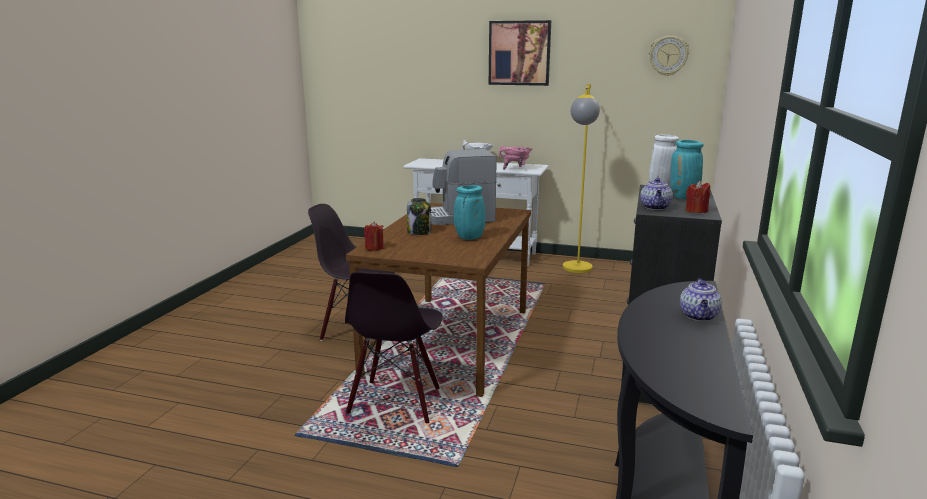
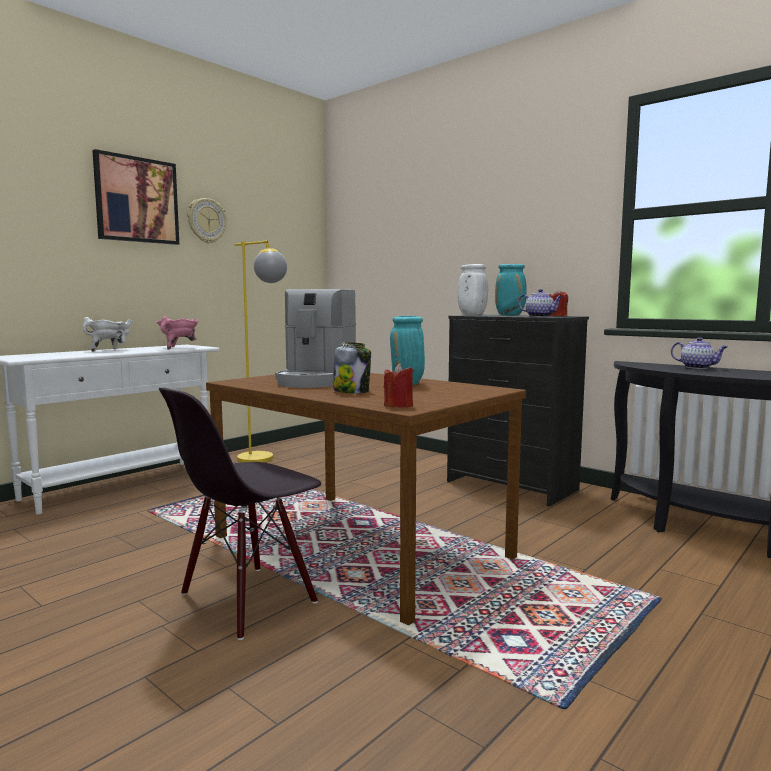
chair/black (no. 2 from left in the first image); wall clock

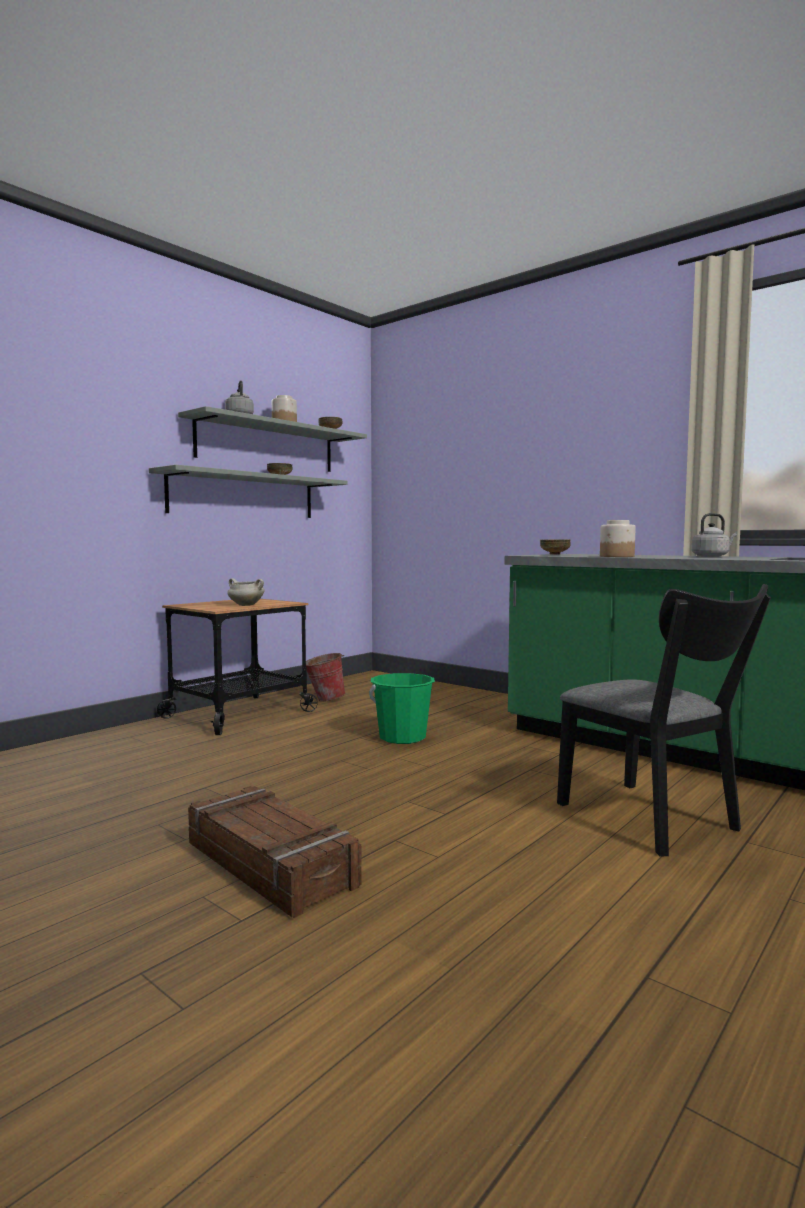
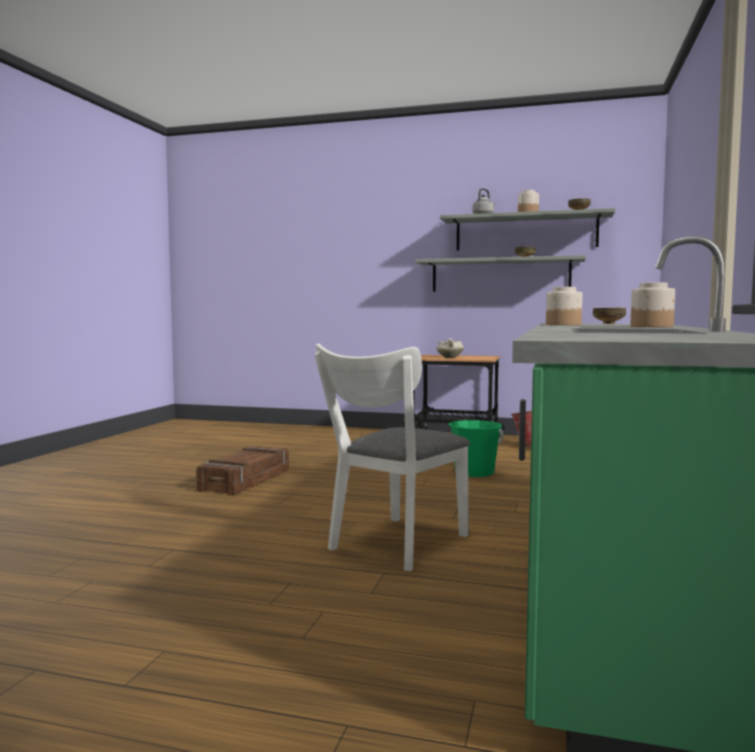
chair/white; jar (no. 3 from left)

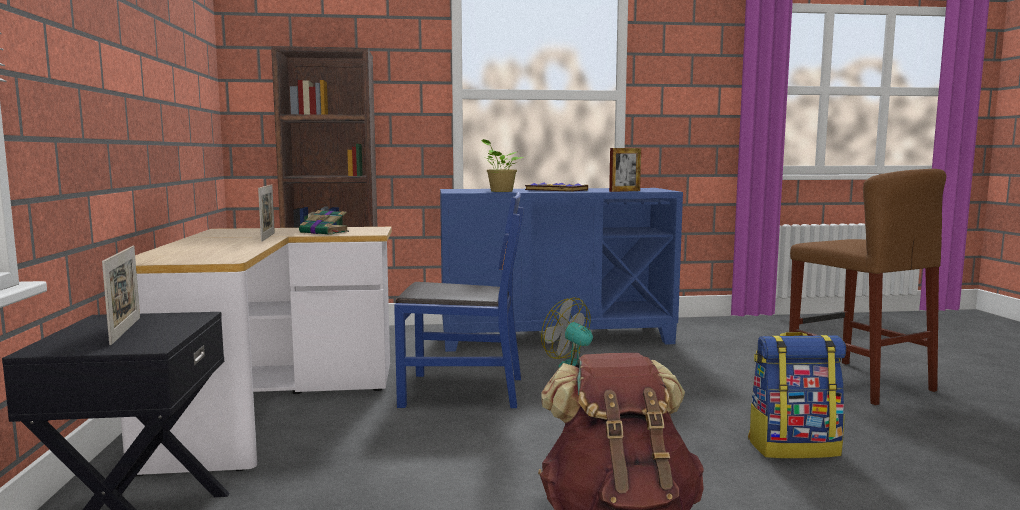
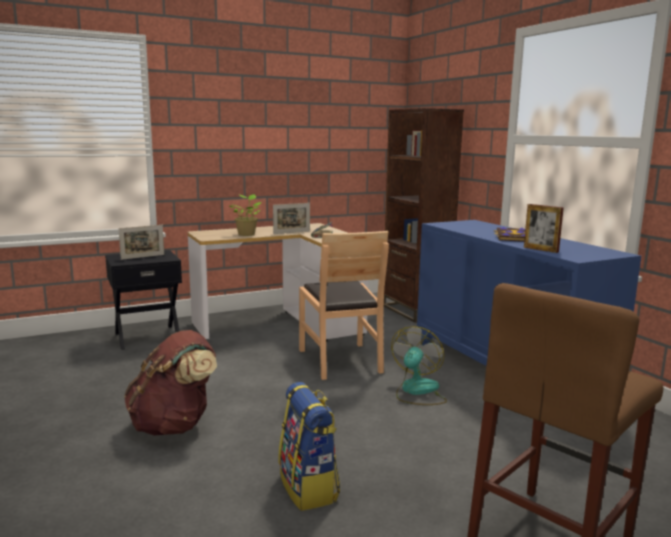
chair/brown; potted plant

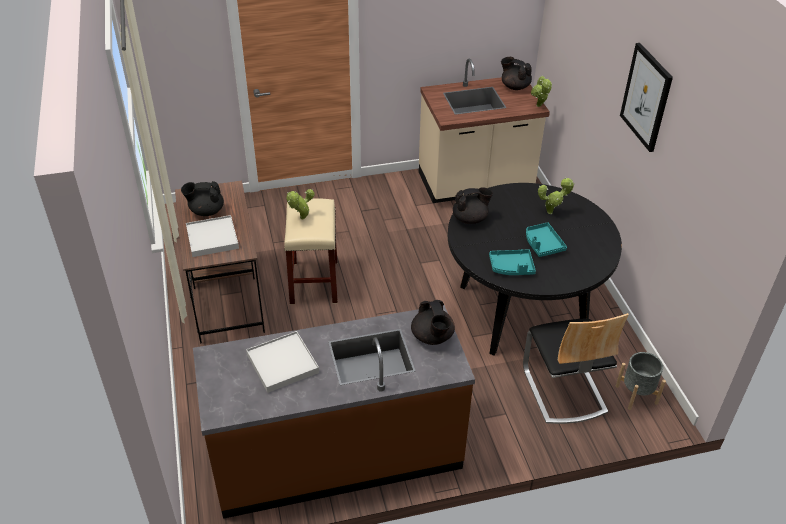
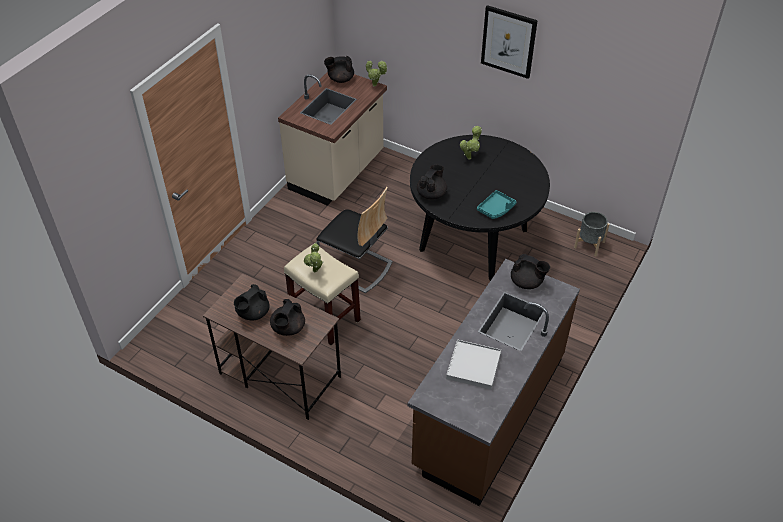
teapot/black (no. 2 from left); chair; tray/turquoise (no. 2 from left in the first image)

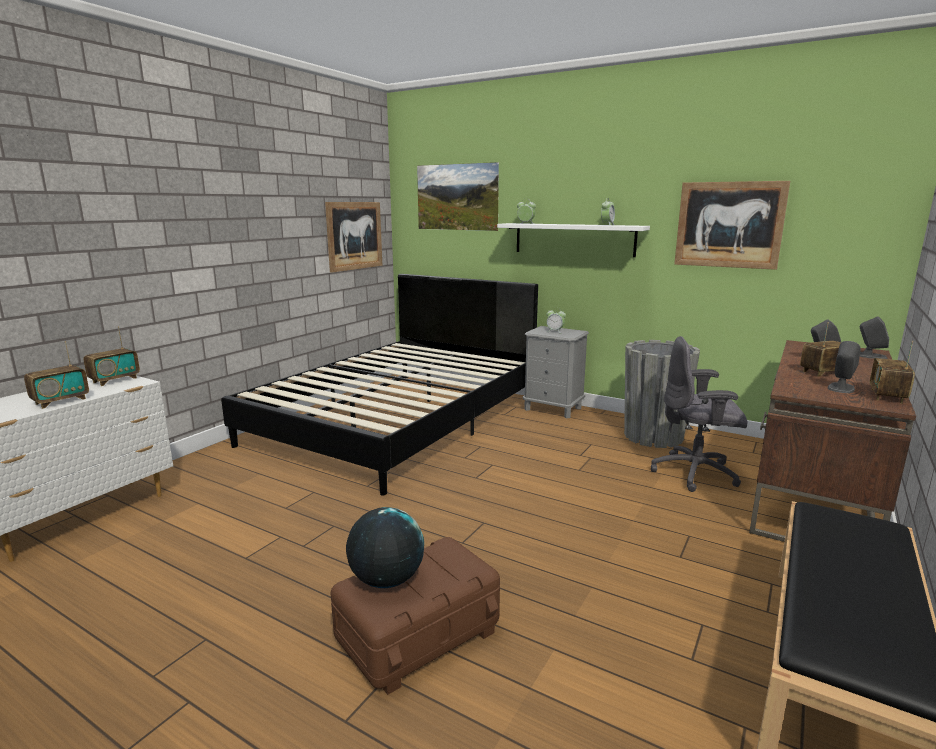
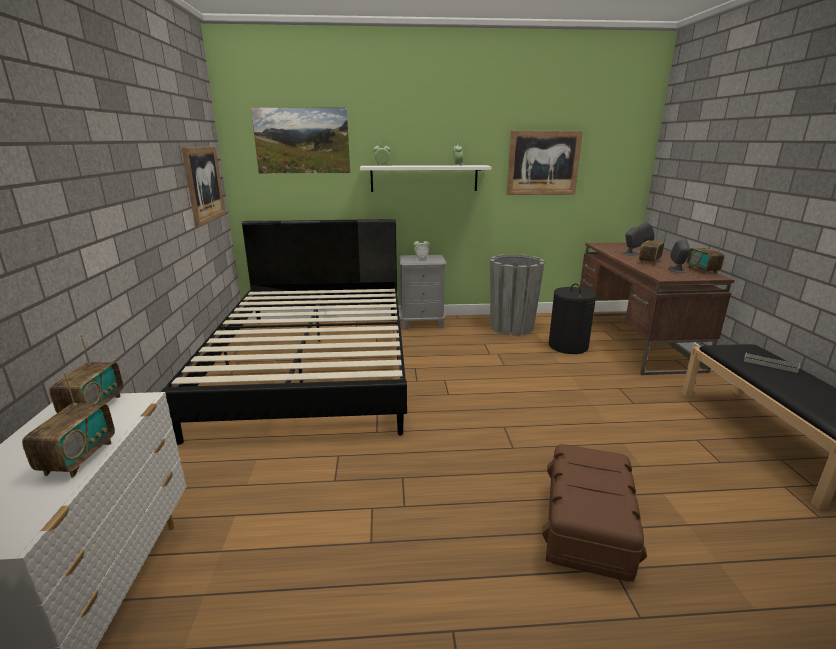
globe; laundry basket/black; tray/grey

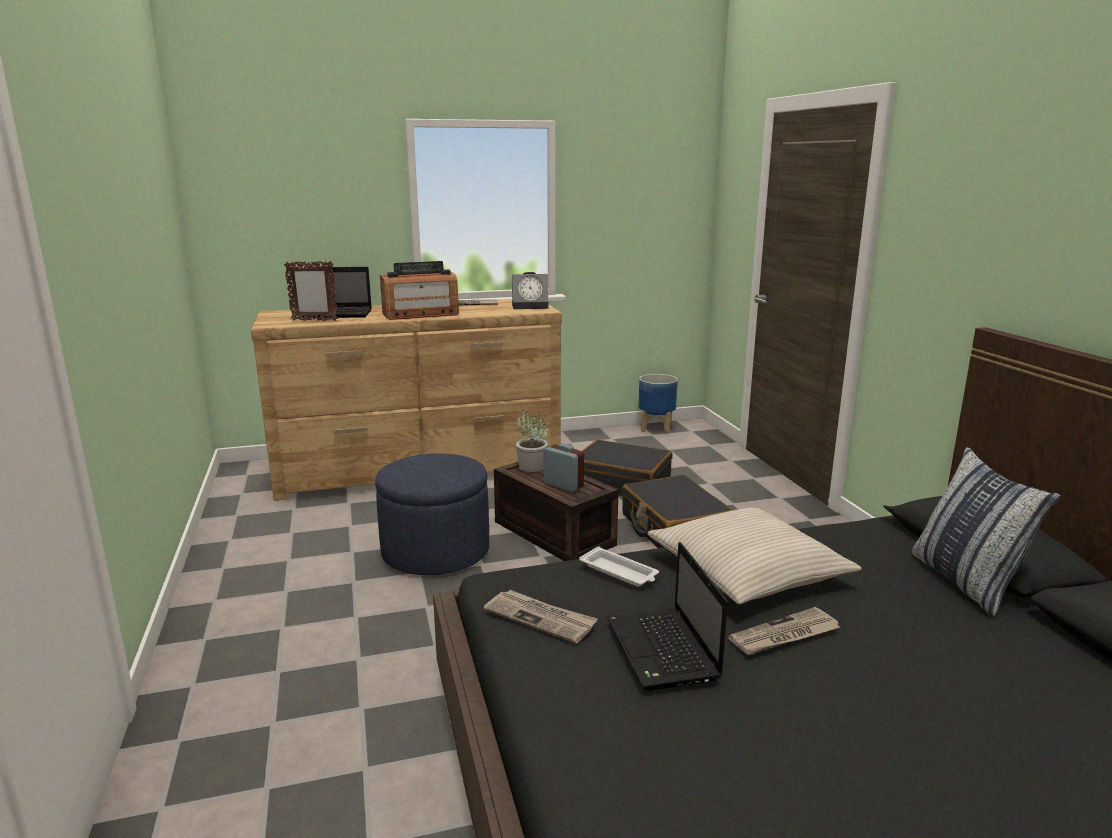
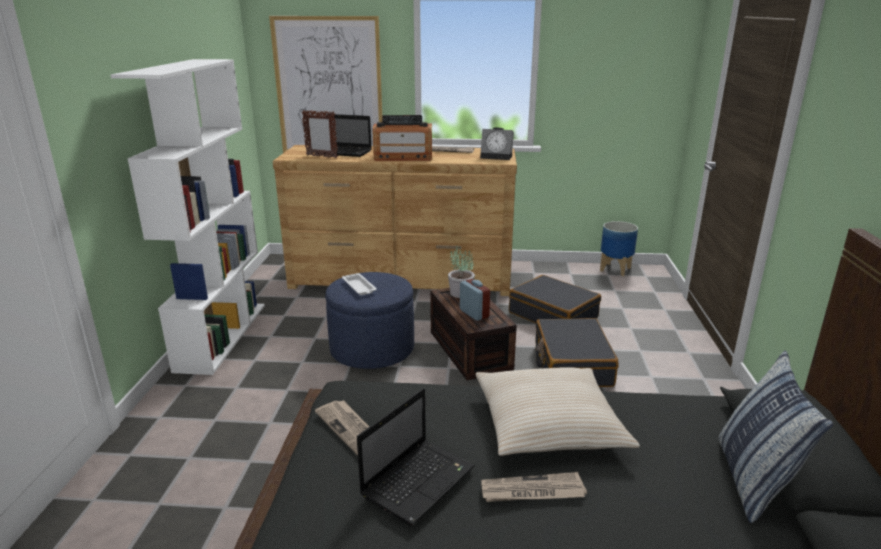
tray/white; laptop (no. 2 from left); bookcase/white; picture

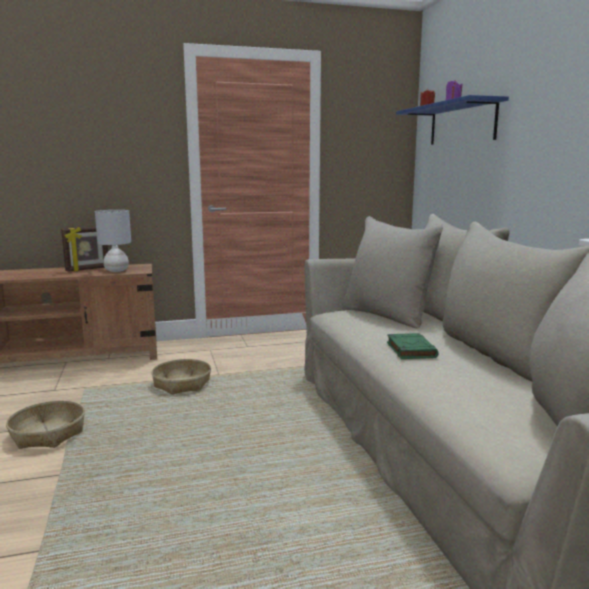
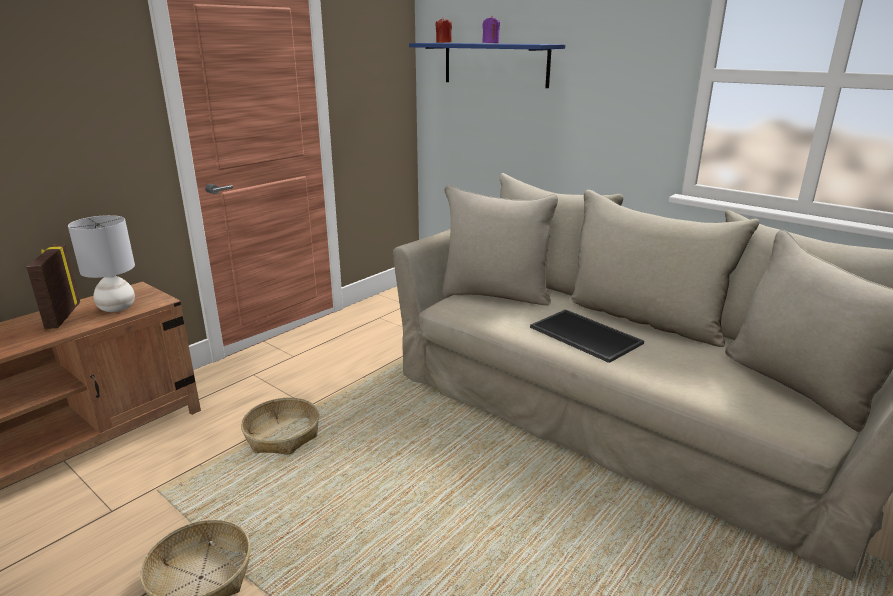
picture frame; tray

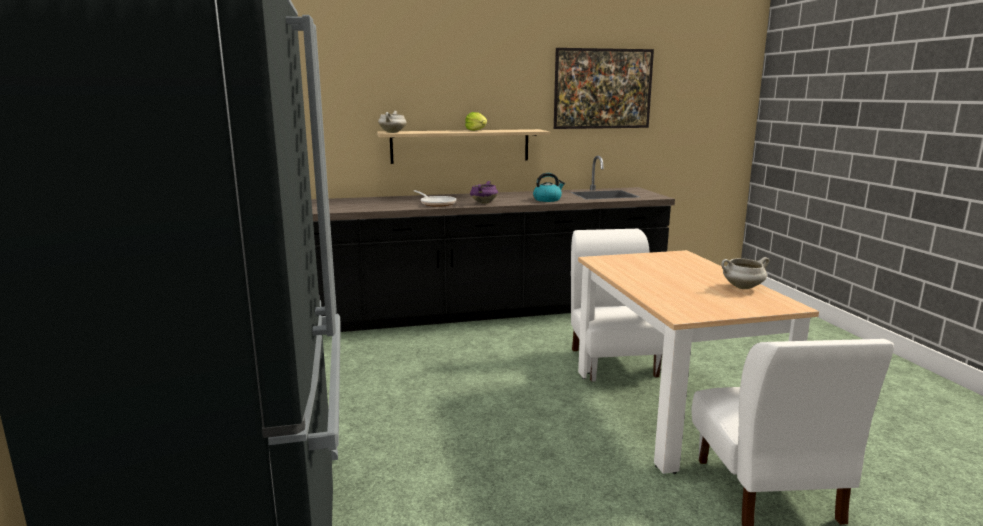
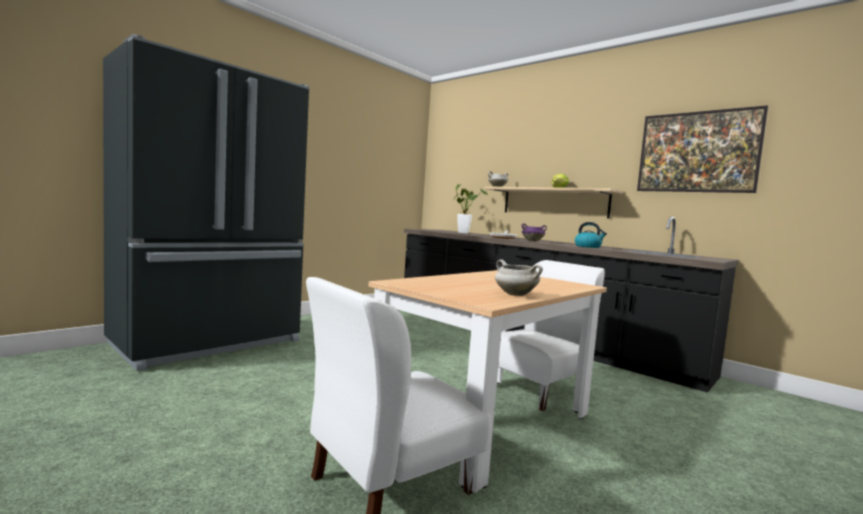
potted plant

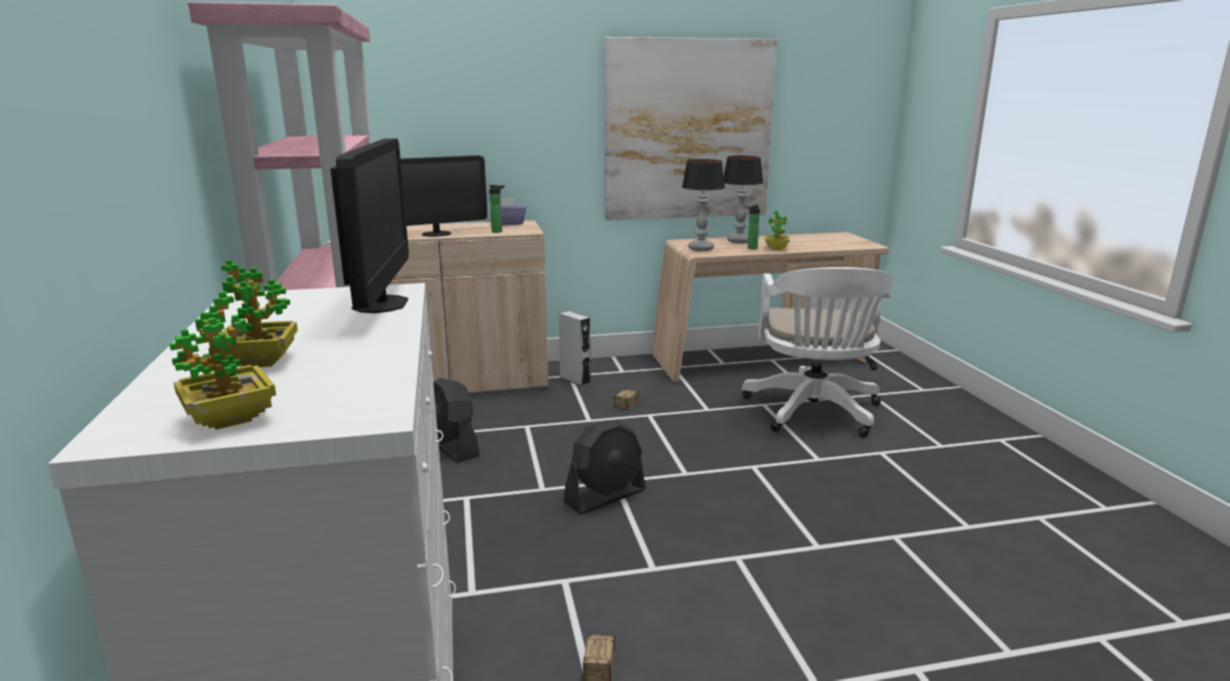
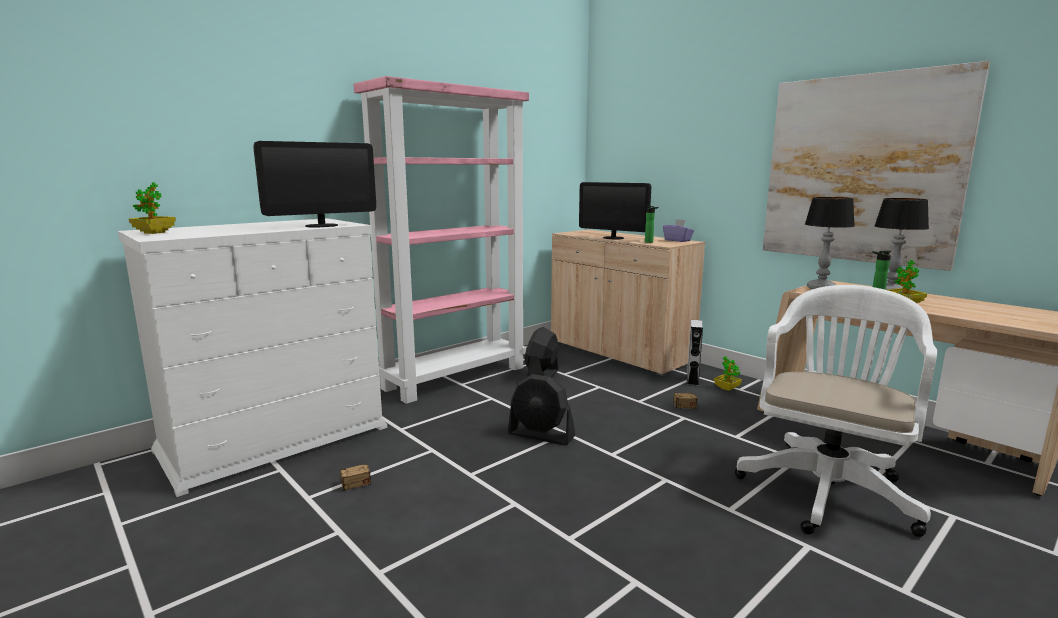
potted plant (no. 2 from left); office chair/white

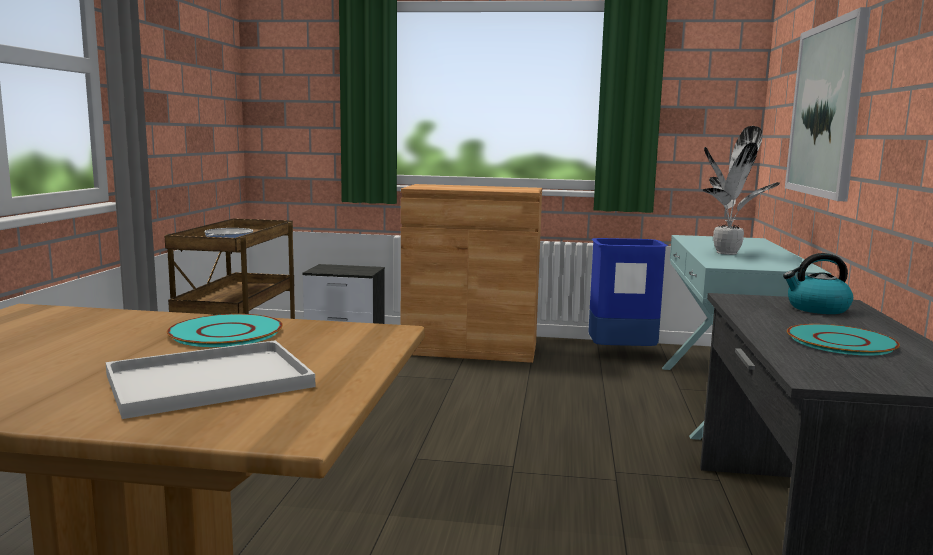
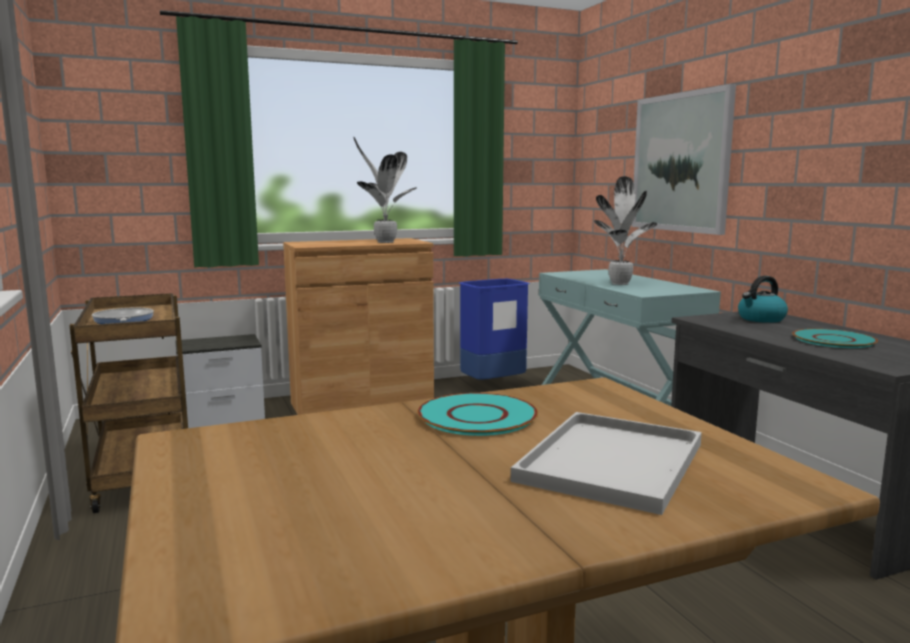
potted plant (no. 1 from left)

